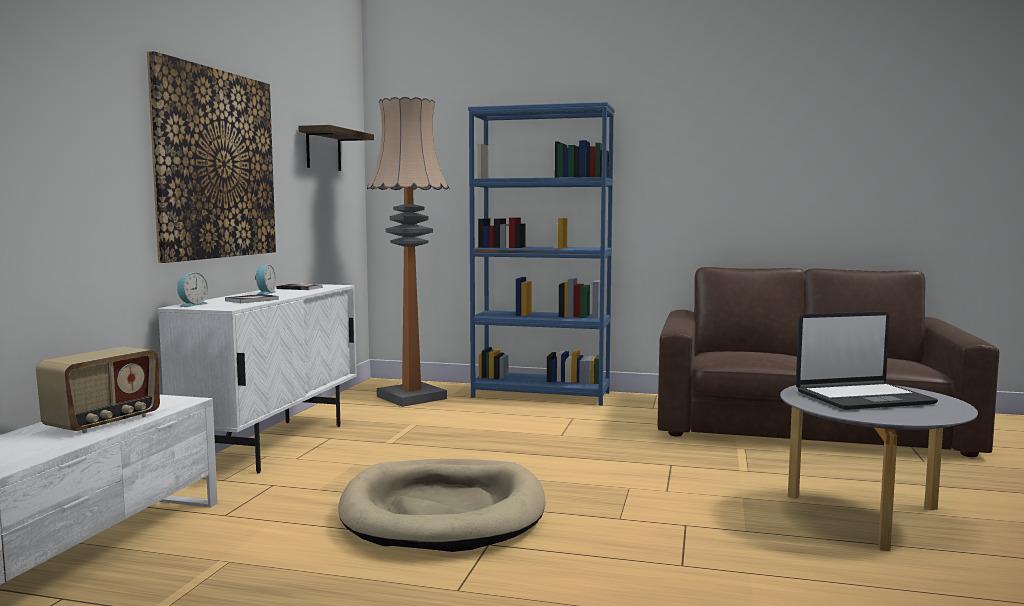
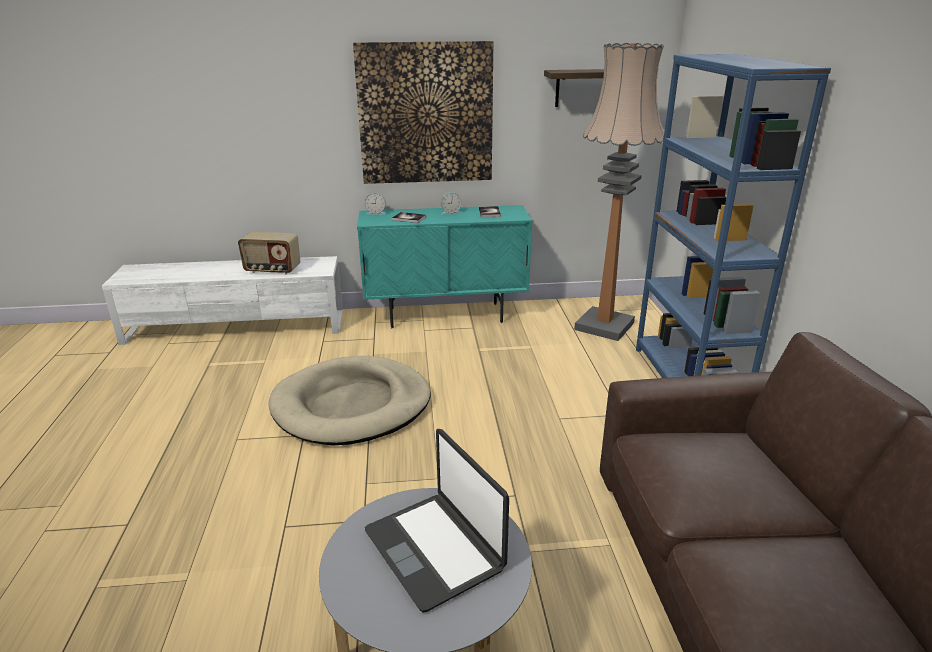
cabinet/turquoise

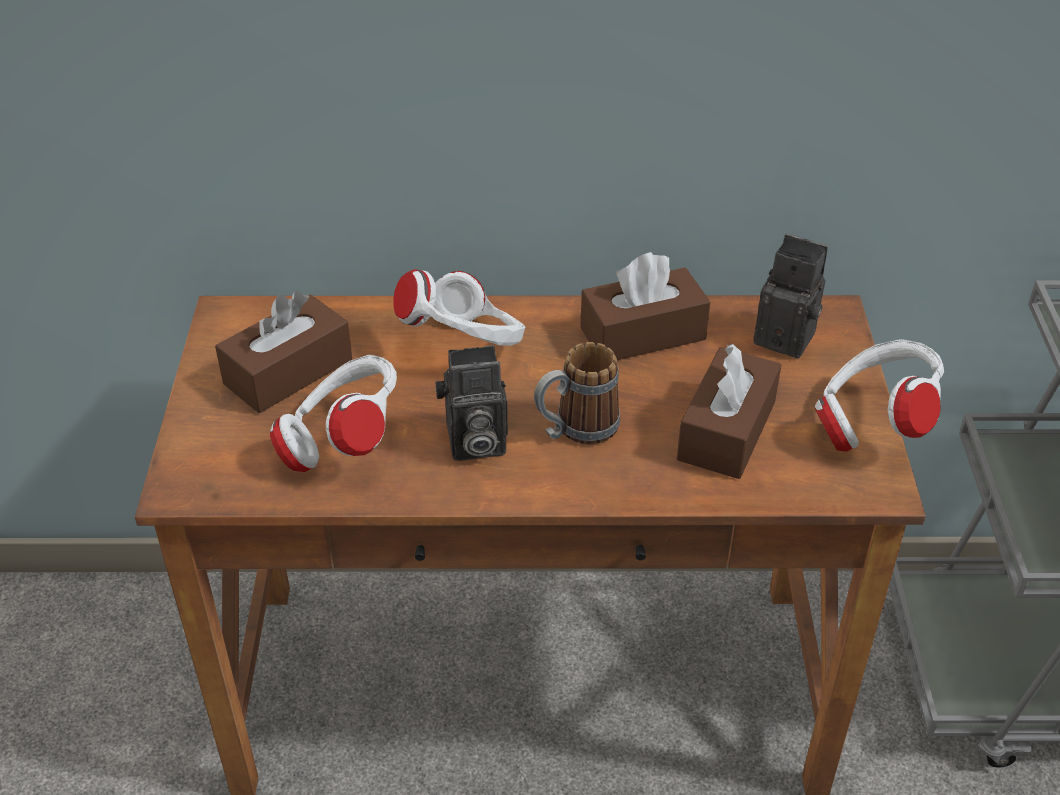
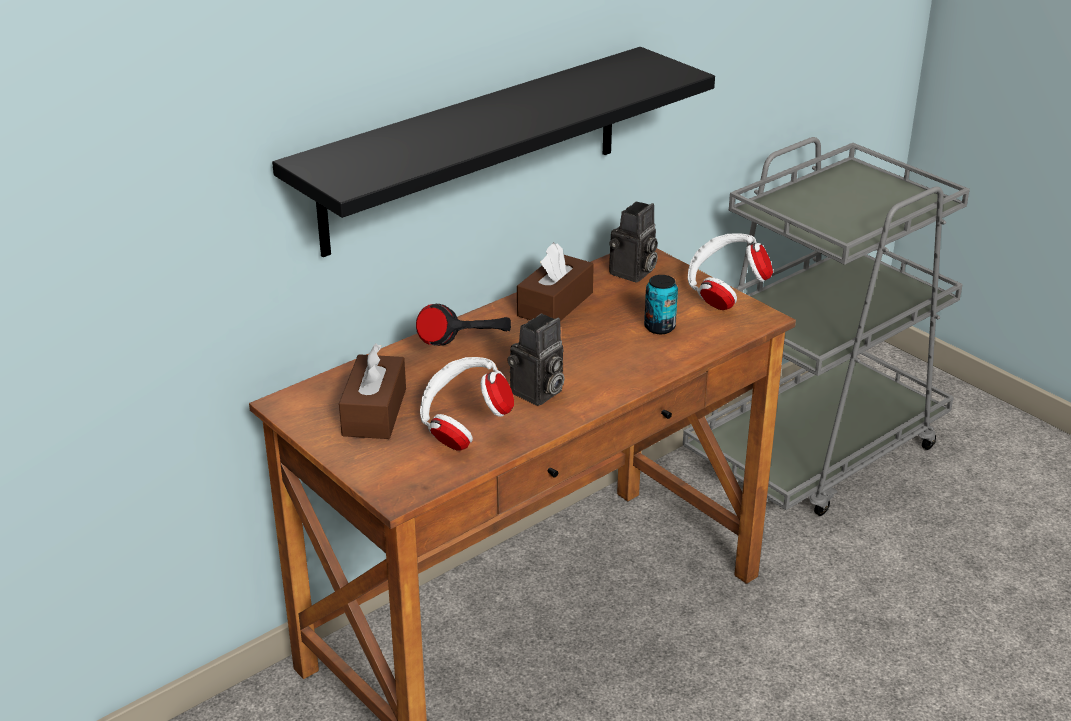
headphones/black; mug; can; photo camera (no. 2 from left); shelf/black

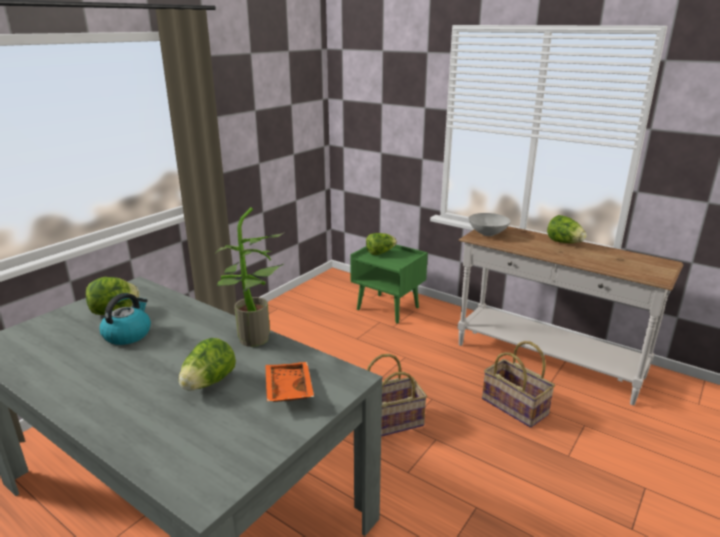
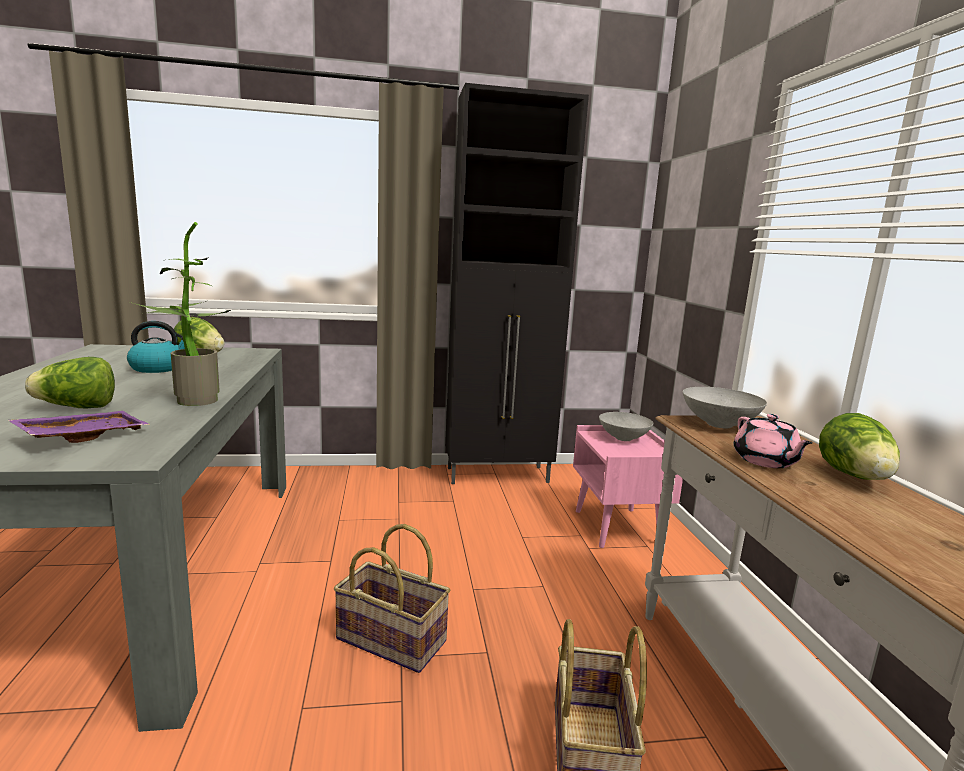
tray/purple; nightstand/pink; bowl/grey (no. 1 from left); cabinet/black; teapot/pink

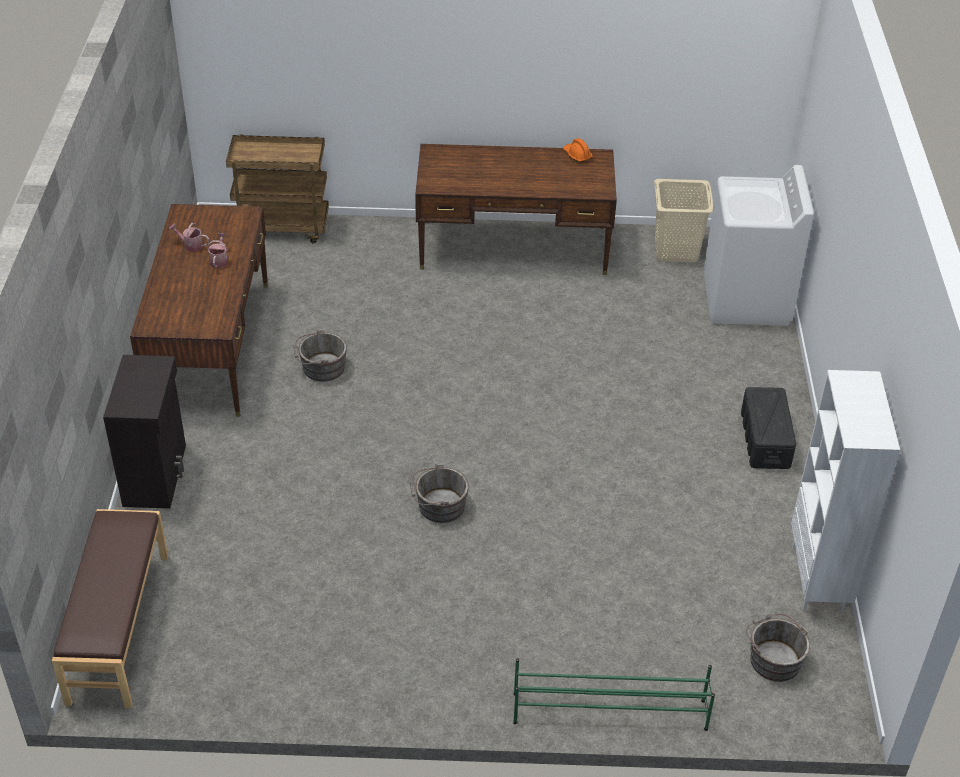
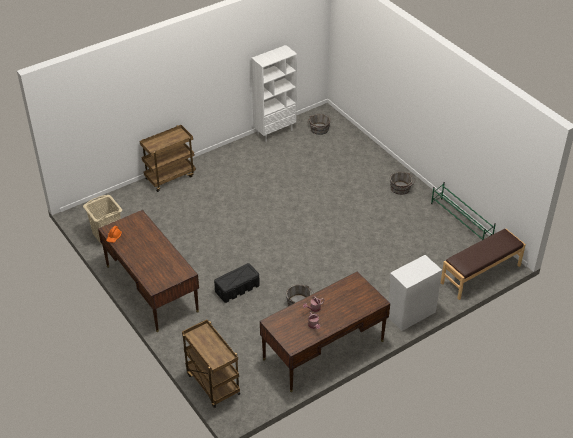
cabinet/white; bucket/grey (no. 3 from left); shoe rack/green; washing machine/white; storage box/black; cart/brown (no. 1 from left)

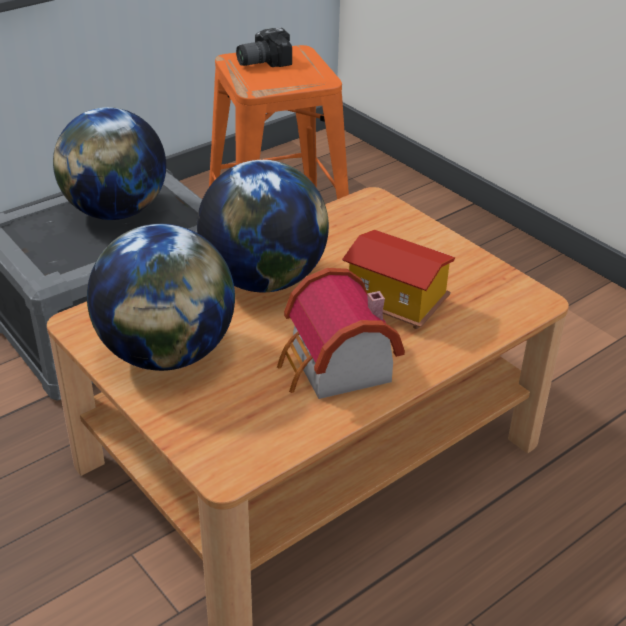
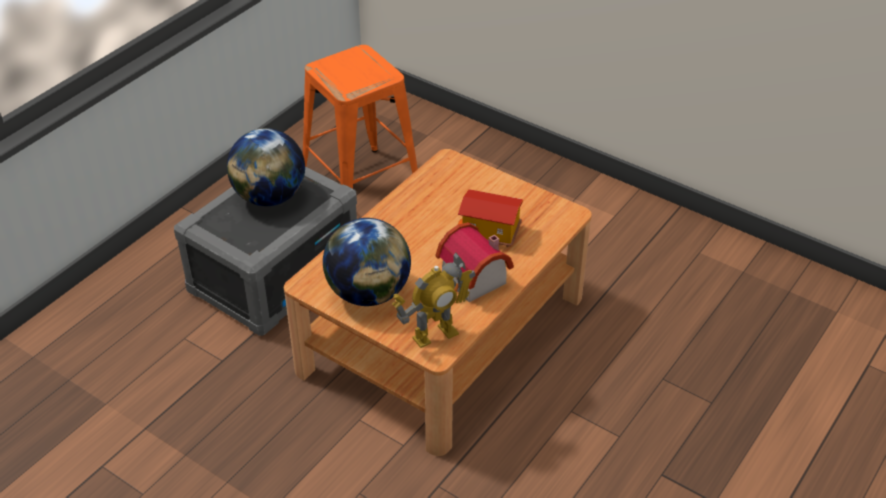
globe (no. 3 from left in the first image); photo camera; toy robot

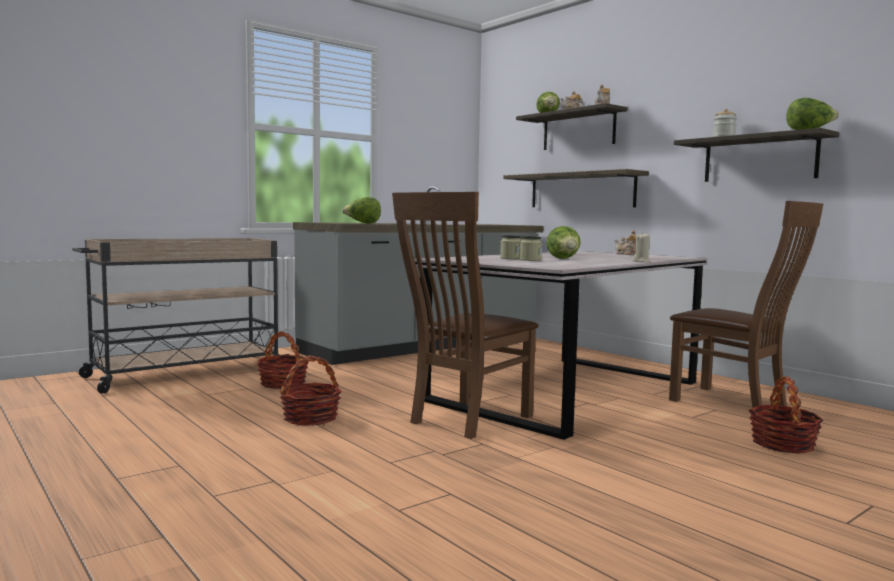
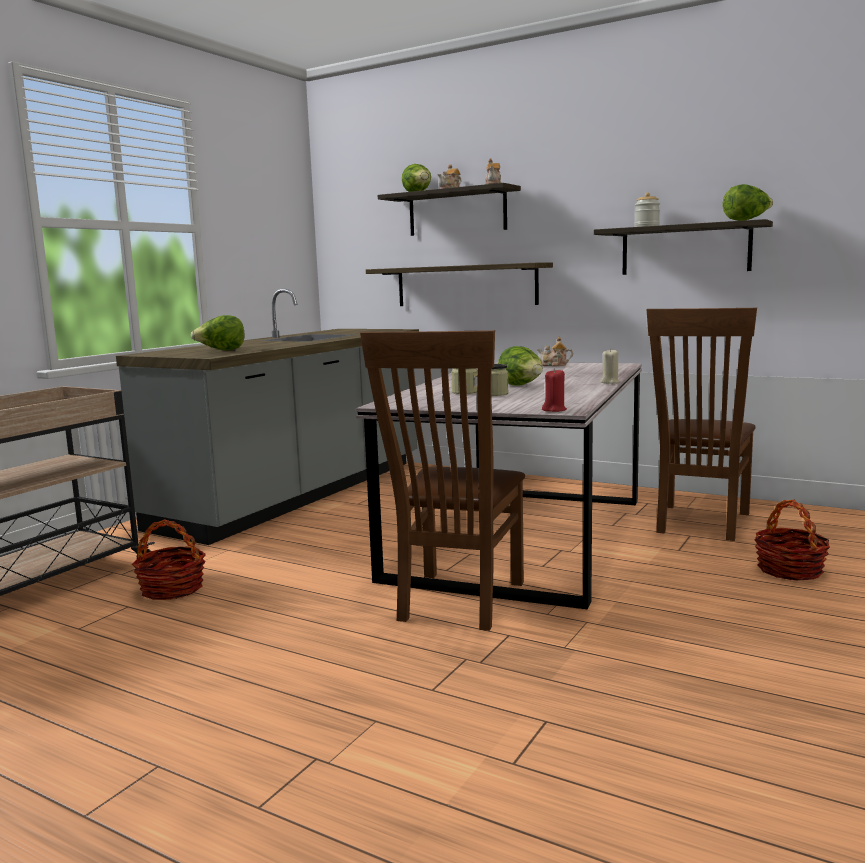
basket (no. 2 from left in the first image); chair/brown (no. 2 from left); candle/red

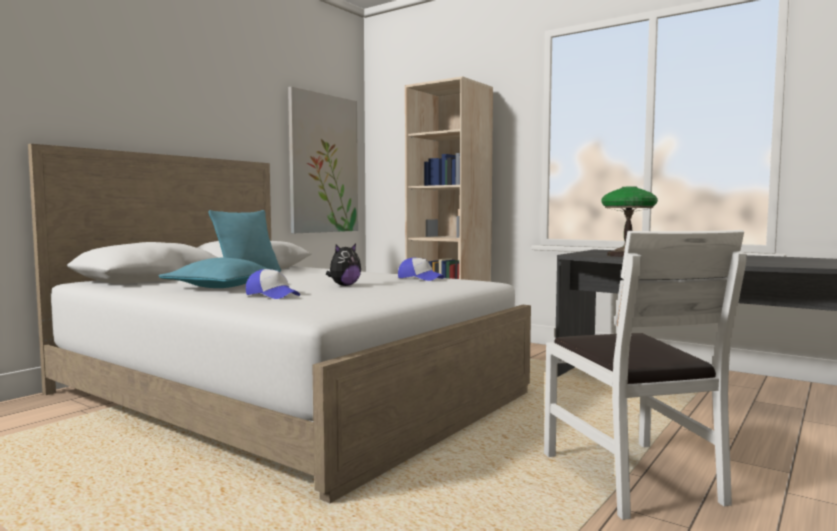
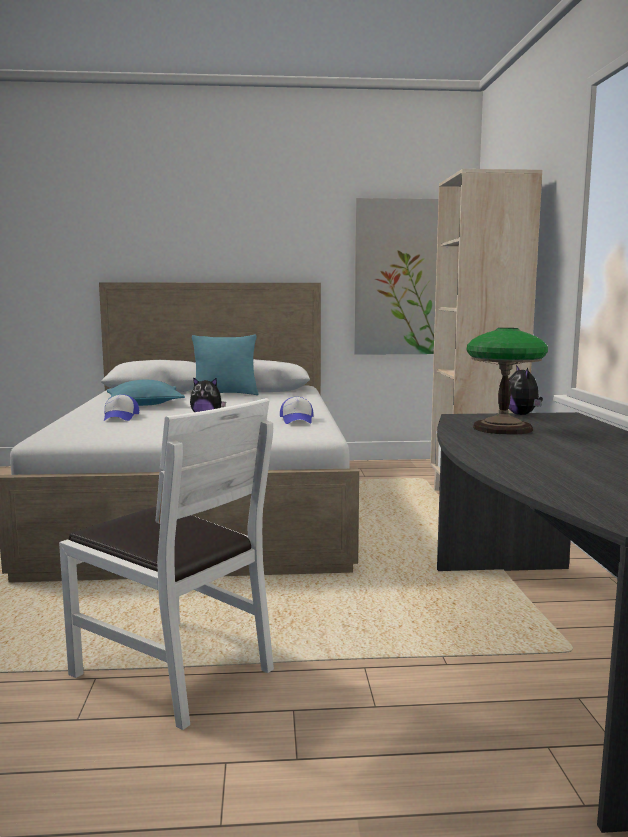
chair/white; plush toy (no. 2 from left)

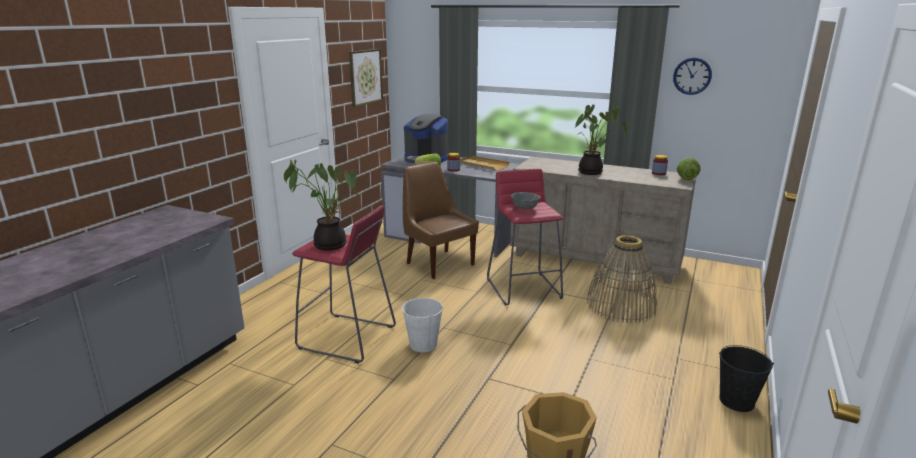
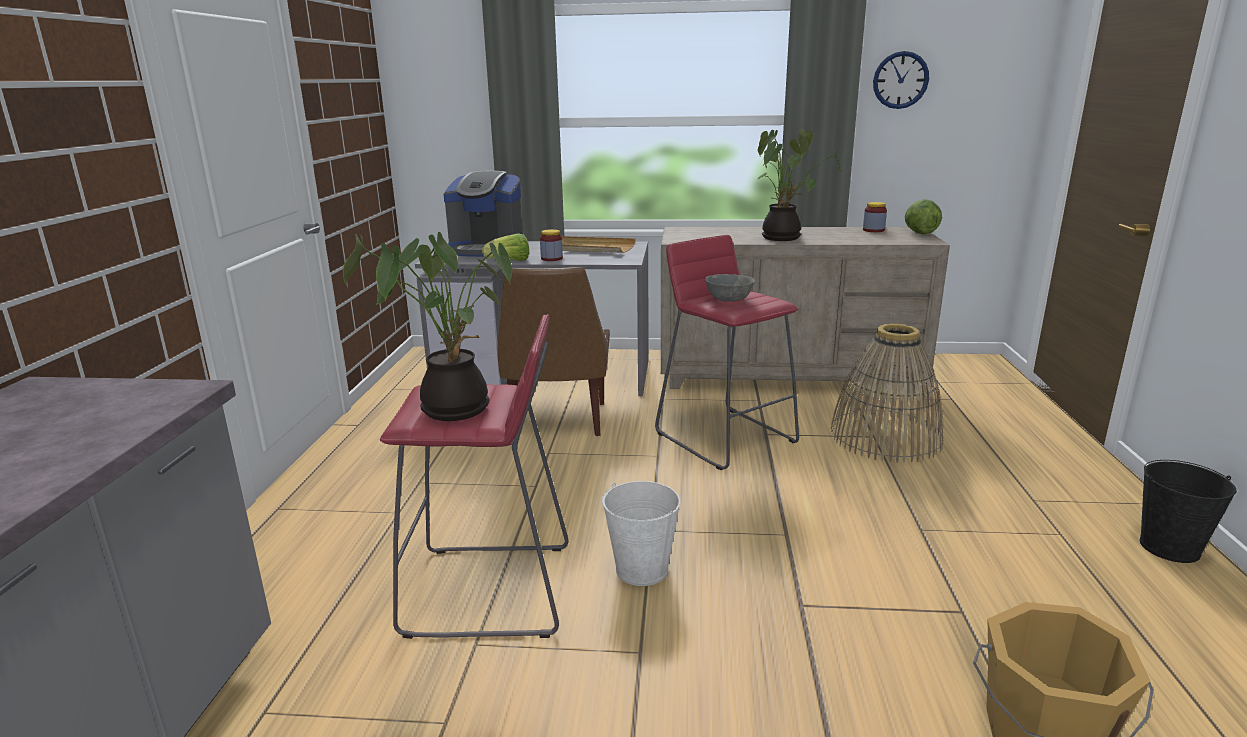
picture; chair/brown

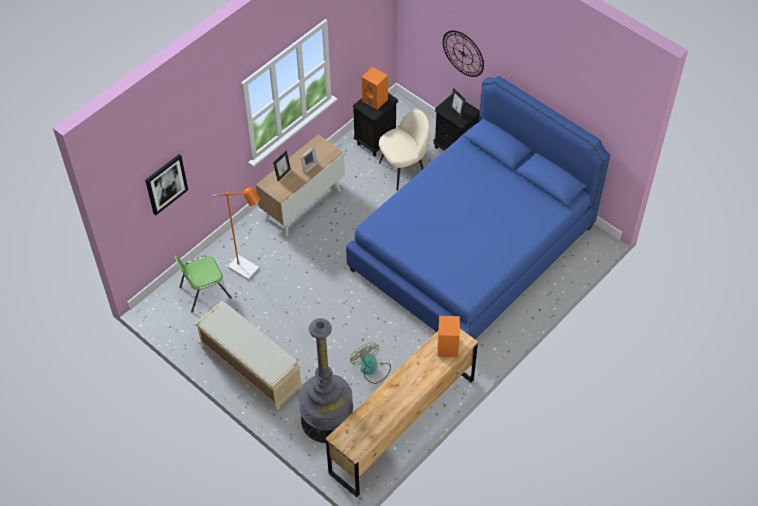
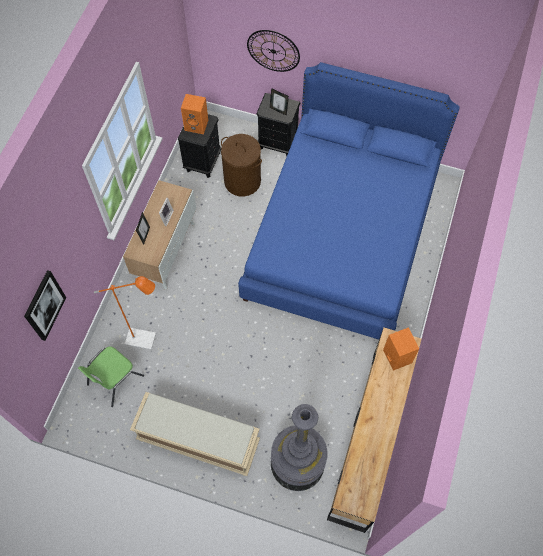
fan; laundry basket/brown

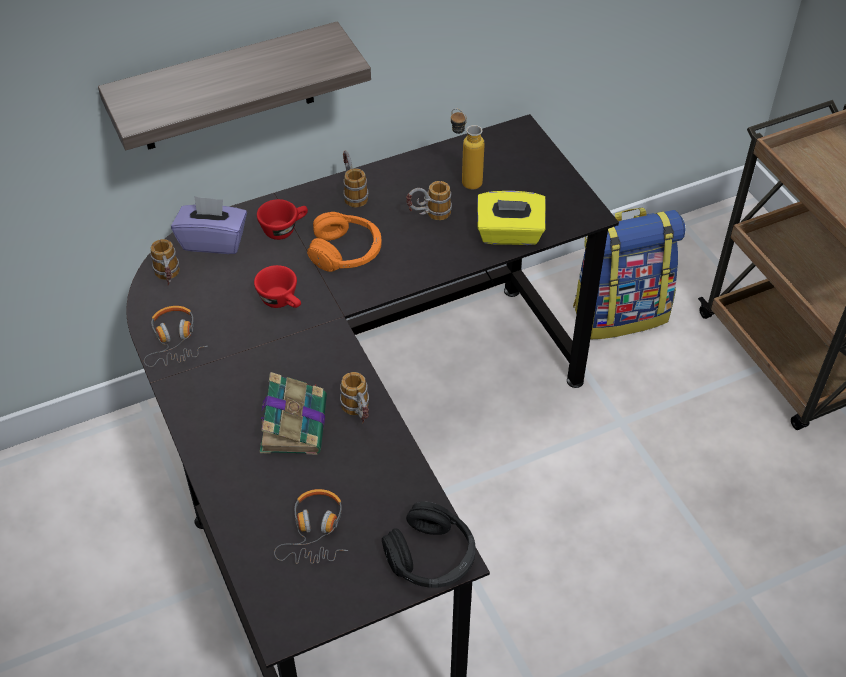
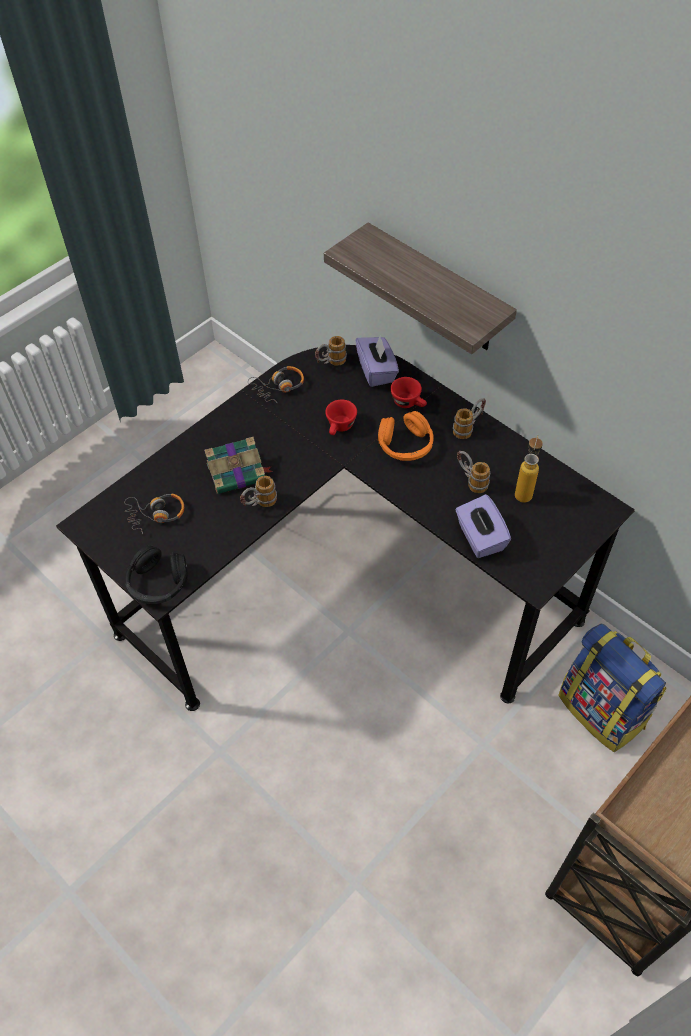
tissue box/purple (no. 2 from left)

